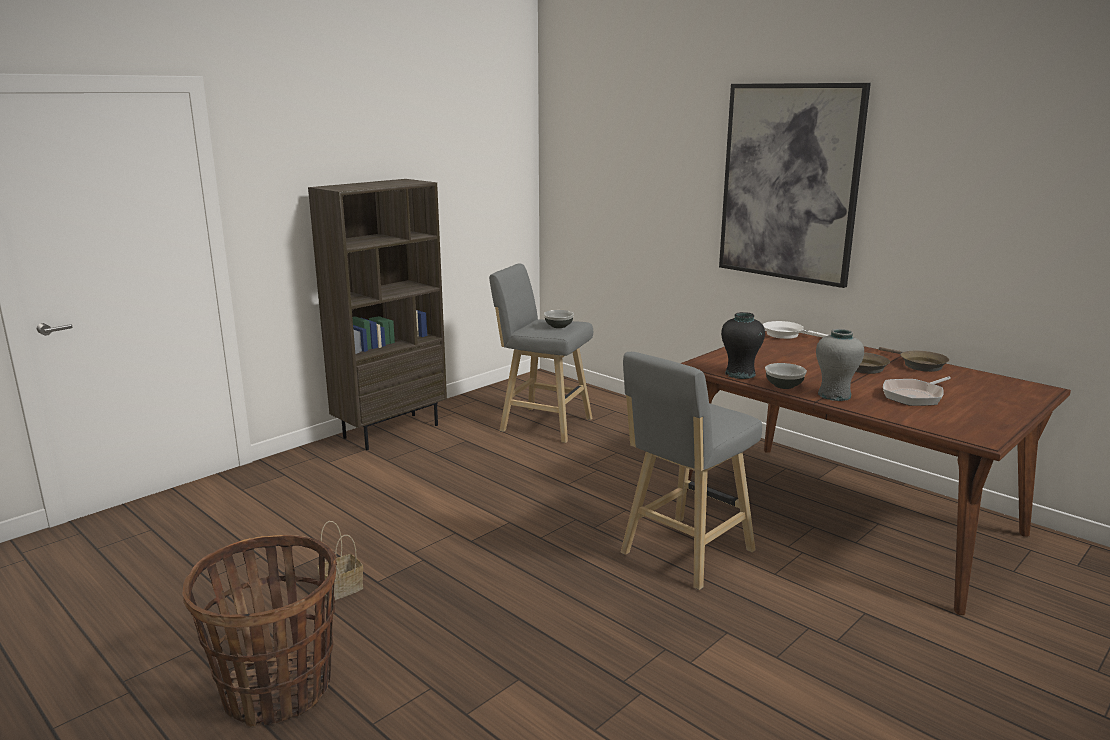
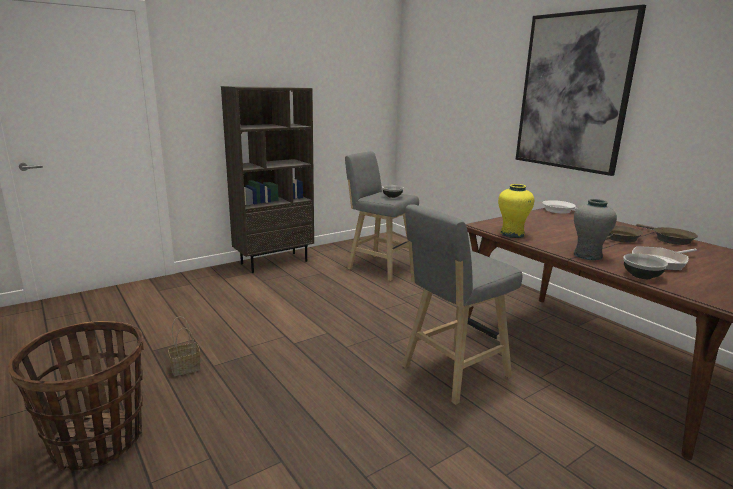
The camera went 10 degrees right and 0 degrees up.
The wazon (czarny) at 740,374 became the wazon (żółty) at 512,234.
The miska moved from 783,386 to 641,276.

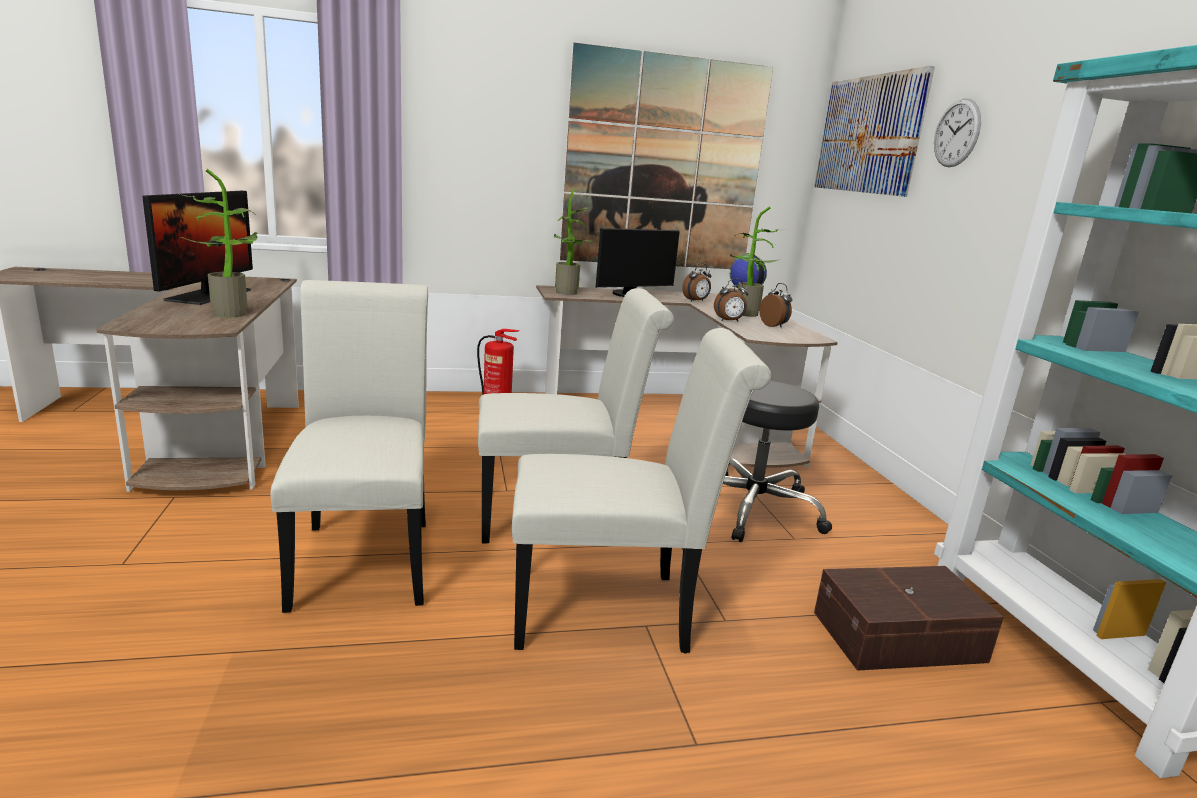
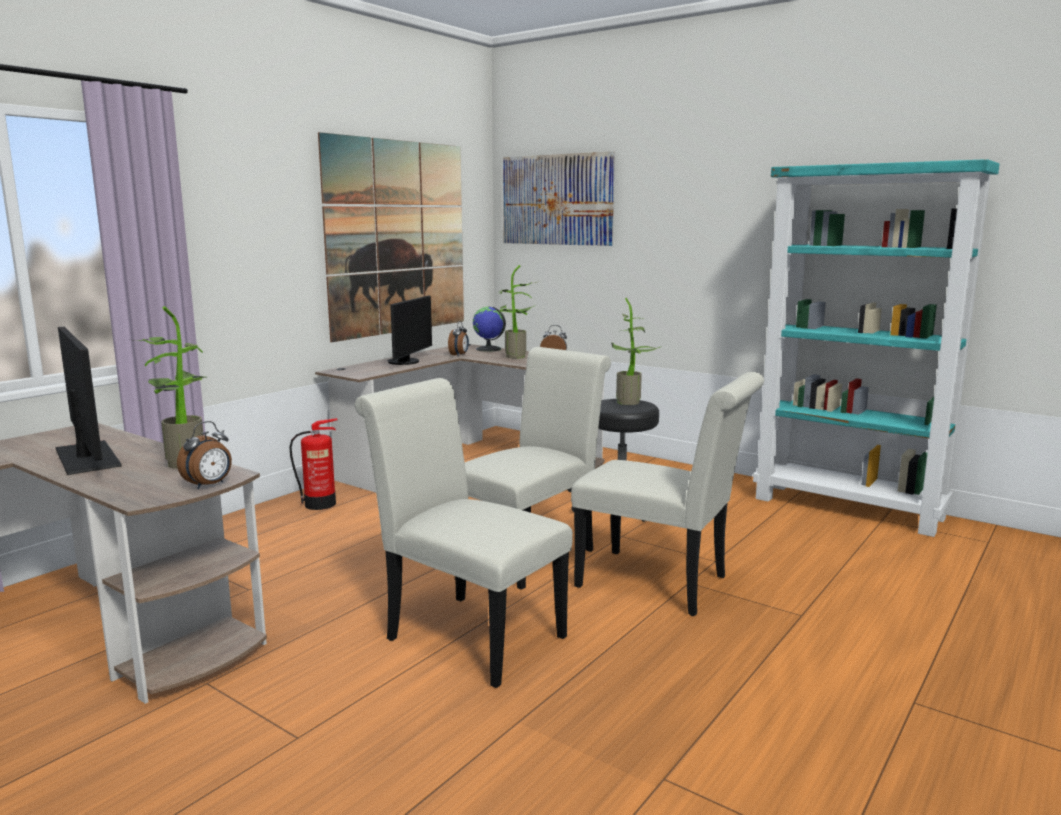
The camera went 40 degrees left and 5 degrees down.
The budzik moved from 729,321 to 209,485.
The krzesło (biały) at 613,610 turned 75 degrees clockwise.
The roślina doniczkowa moved from 569,293 to 632,402.
The pojemnik do przechowywania (brązowy) at 900,638 disappeared.
The zegar ścienny at 956,133 disappeared.

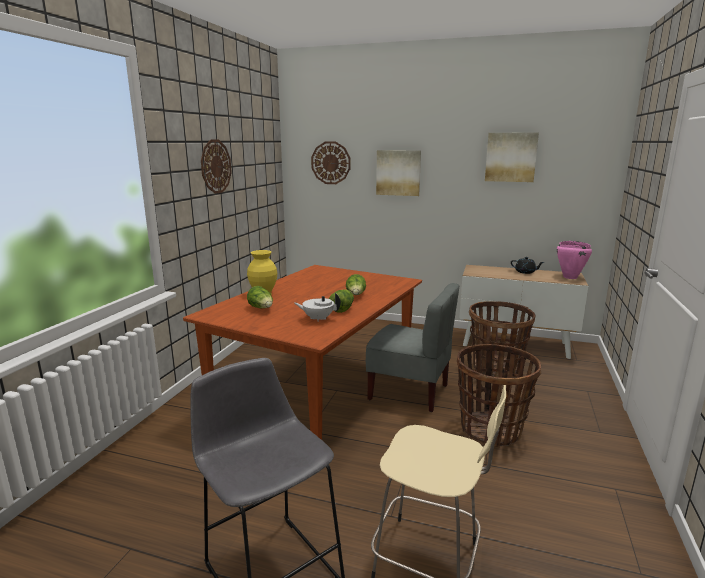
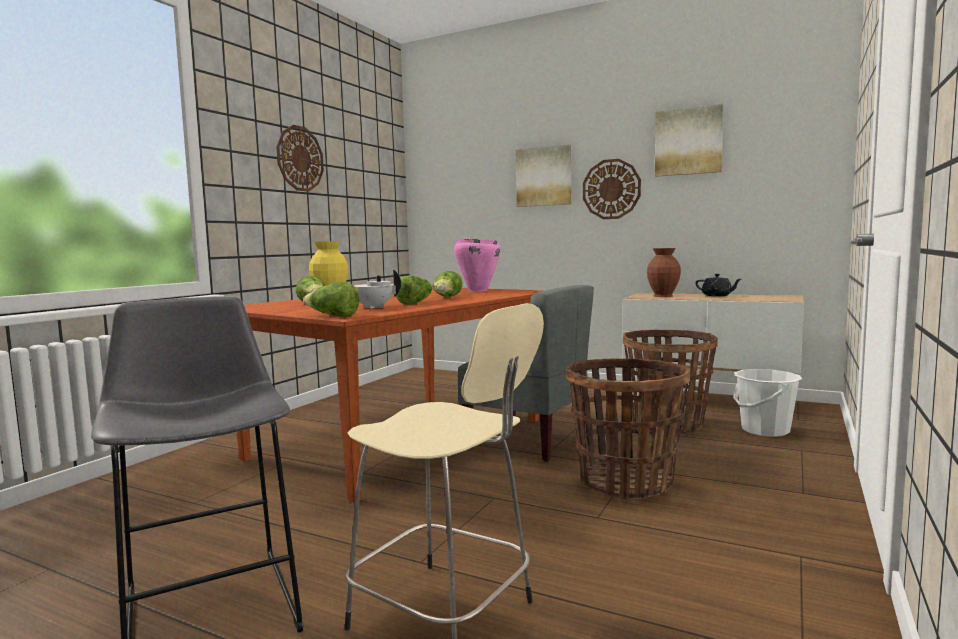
The camera went 10 degrees right and 10 degrees down.
The sałata at 332,316 appeared.
The garnek (różowy) moved from 569,277 to 477,290.
The zegar ścienny moved from 330,163 to 611,189.
The wazon (brązowy) at 663,296 appeared.
The wiadro (biały) at 764,430 appeared.

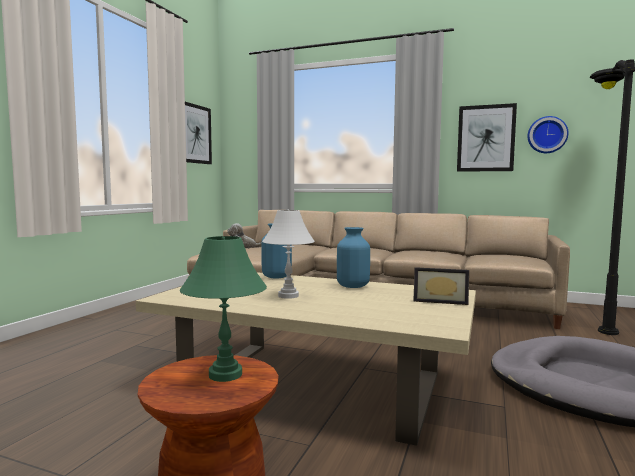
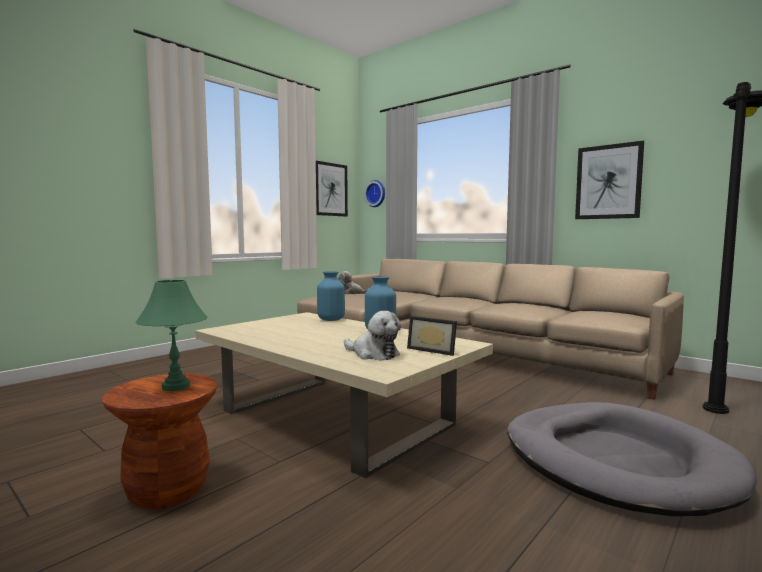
The camera went 20 degrees right and 0 degrees up.
The pluszak at 373,354 appeared.
The zegar ścienny moved from 547,135 to 376,193.
The lampa stołowa (biały) at 288,296 disappeared.

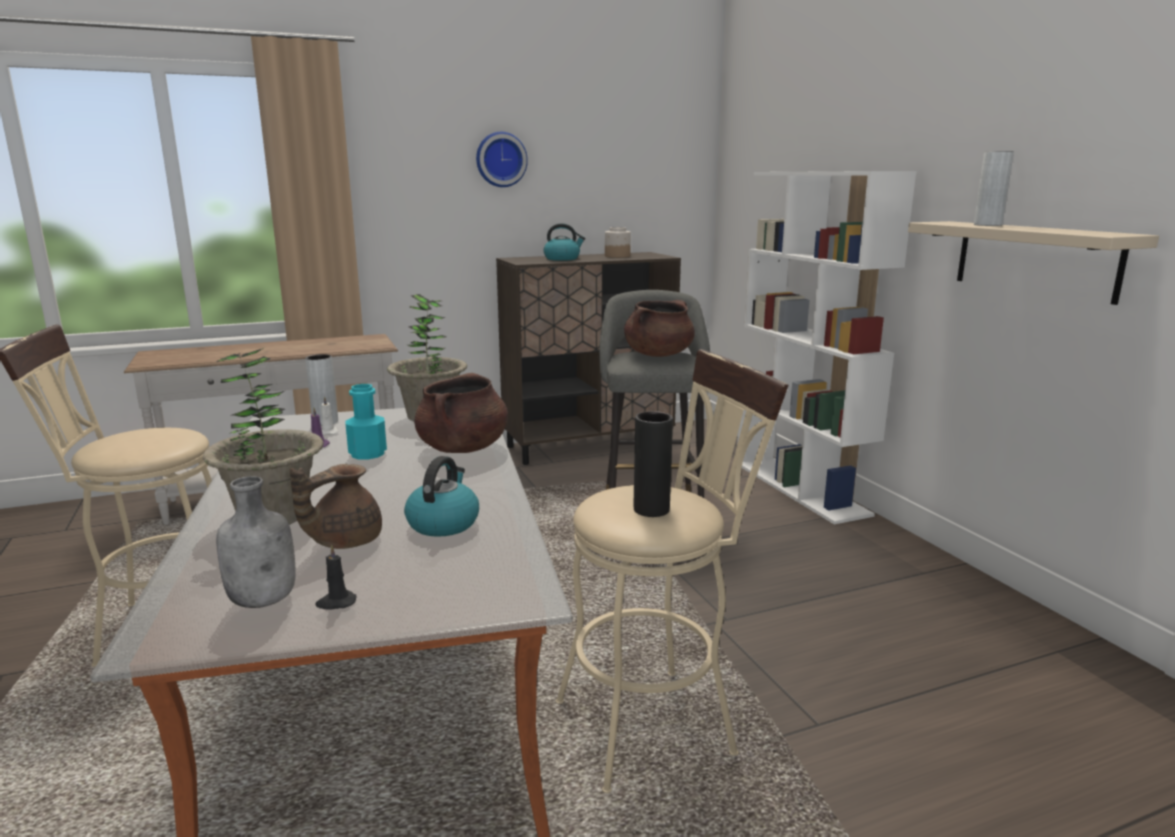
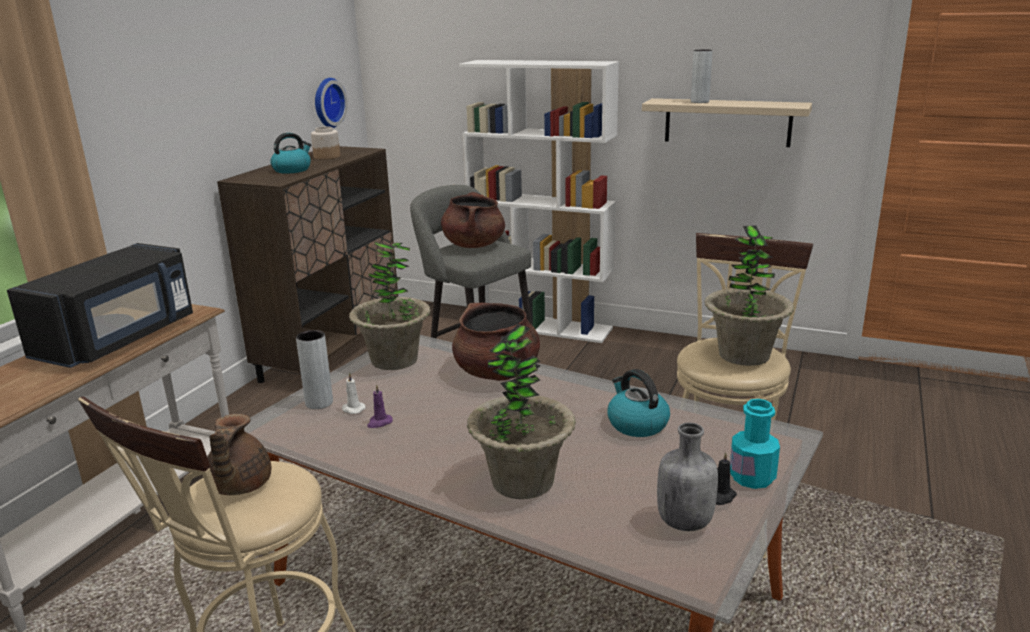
The camera went 45 degrees left and 5 degrees up.
The mikrofalówka (czarny) at 120,339 appeared.
The imbryk (brązowy) moved from 343,541 to 238,486.
The zegar ścienny moved from 500,159 to 327,102.
The wazon (czarny) at 651,510 was replaced by the roślina doniczkowa at 744,355.
The butelka (turkusowy) moved from 367,453 to 752,477.

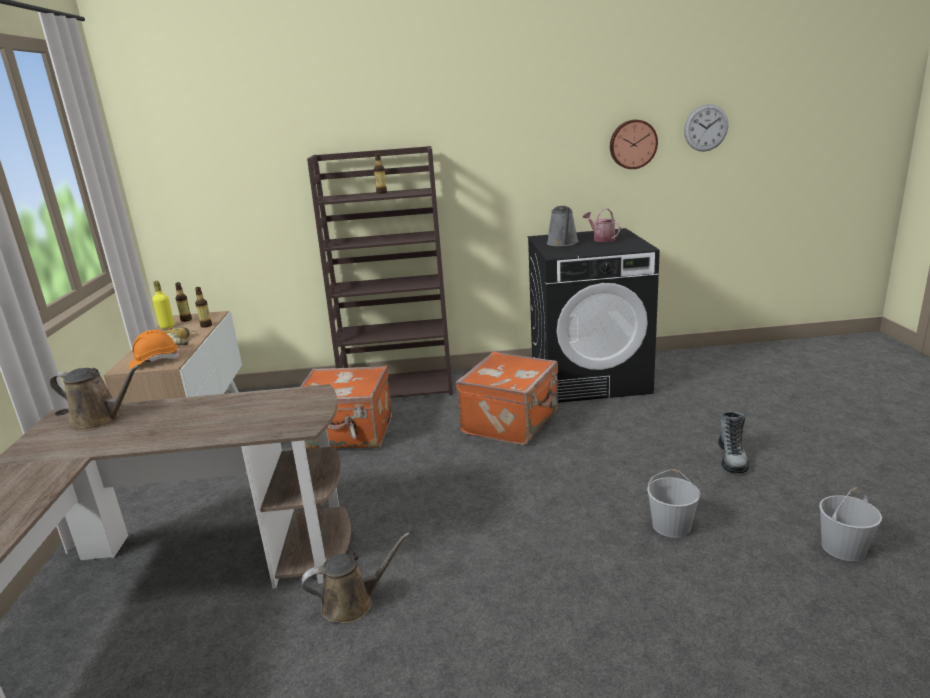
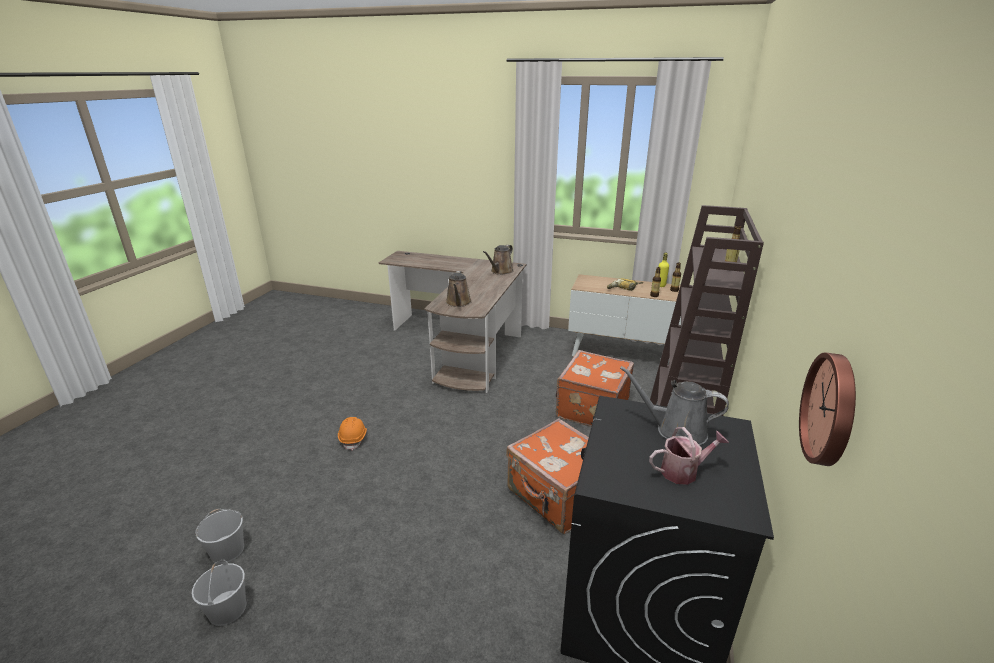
The camera went 110 degrees right and 5 degrees up.
The wiadro (biały) moved from 672,526 to 227,551.
The kask (pomarańczowy) moved from 154,361 to 353,438.
The konewka (brązowy) moved from 352,603 to 458,303.
The zegar ścienny at 706,128 disappeared.
The but z cholewką at 732,459 disappeared.

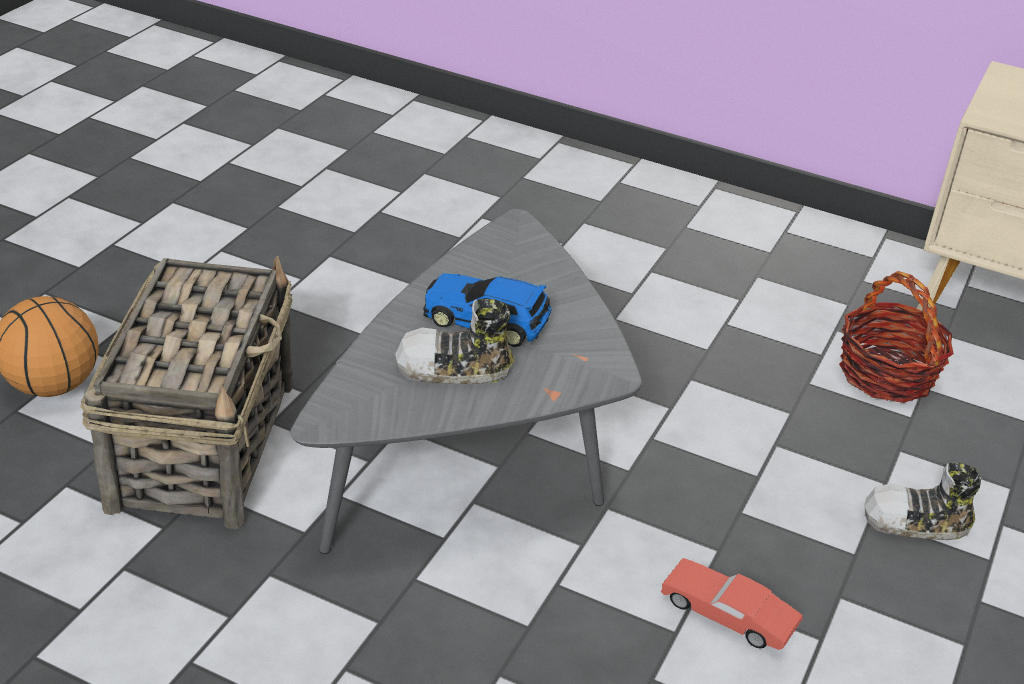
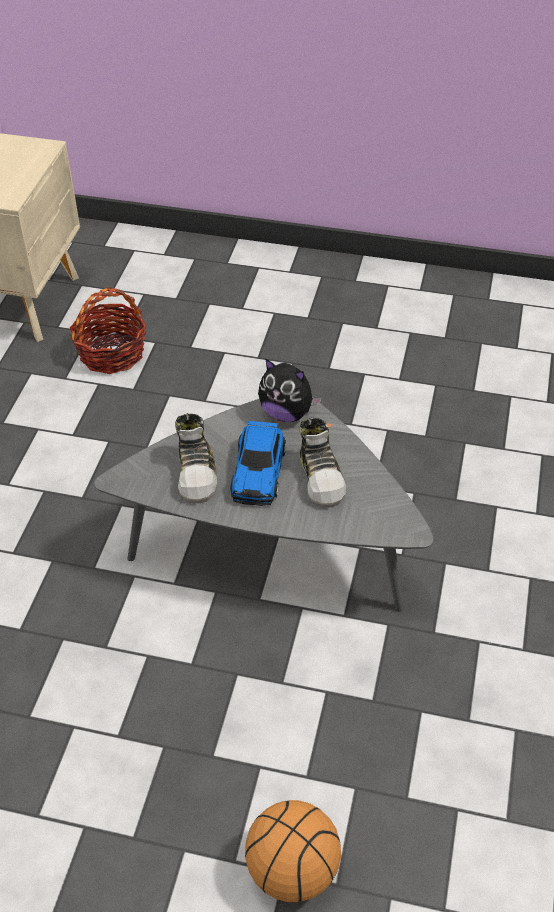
The camera went 100 degrees left and 10 degrees up.
The but moved from 917,522 to 197,473.
The pluszak at 287,413 appeared.
The koszyk at 205,443 disappeared.
The samochodzik (czerwony) at 728,616 disappeared.

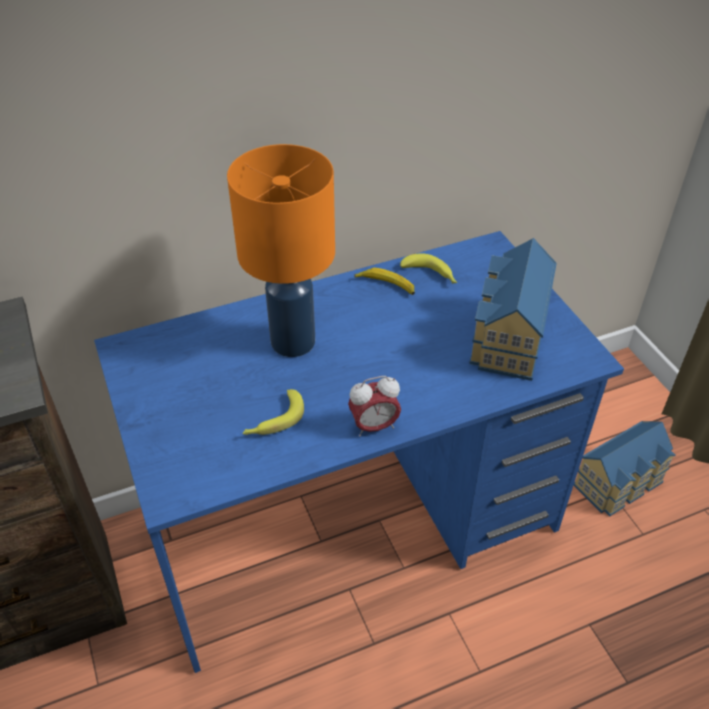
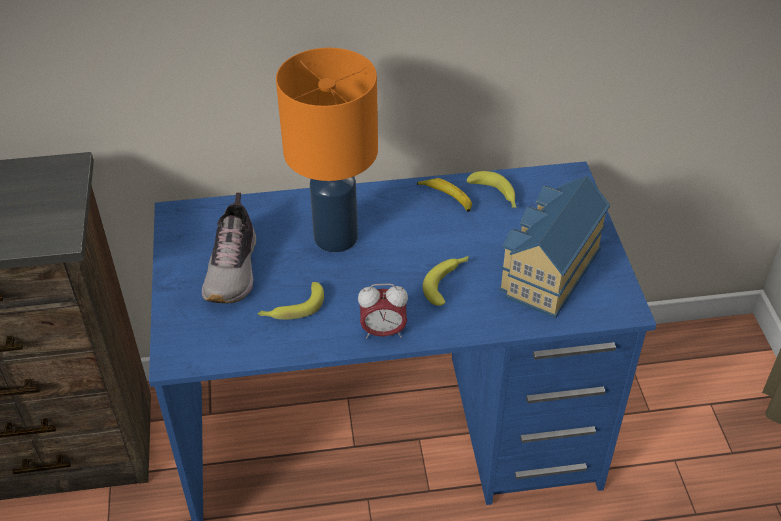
The camera went 15 degrees right and 0 degrees up.
The but at 234,269 appeared.
The banan at 448,282 appeared.
The domek at 621,483 disappeared.

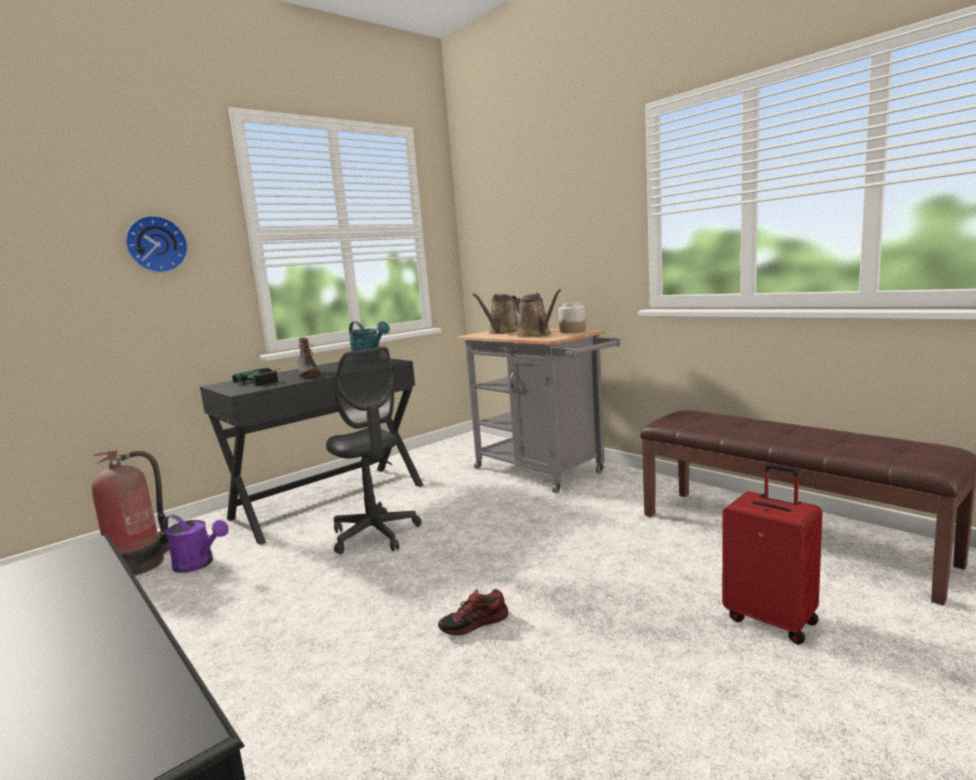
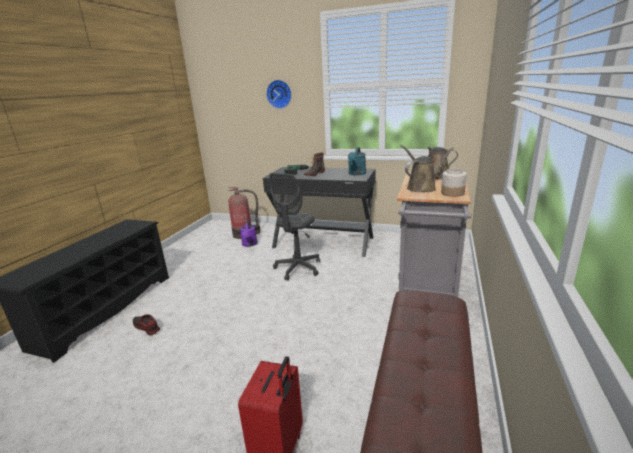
The camera went 60 degrees right and 10 degrees up.
The but moved from 474,624 to 146,328.
The konewka (brązowy) at 536,335 turned 150 degrees counterclockwise.

